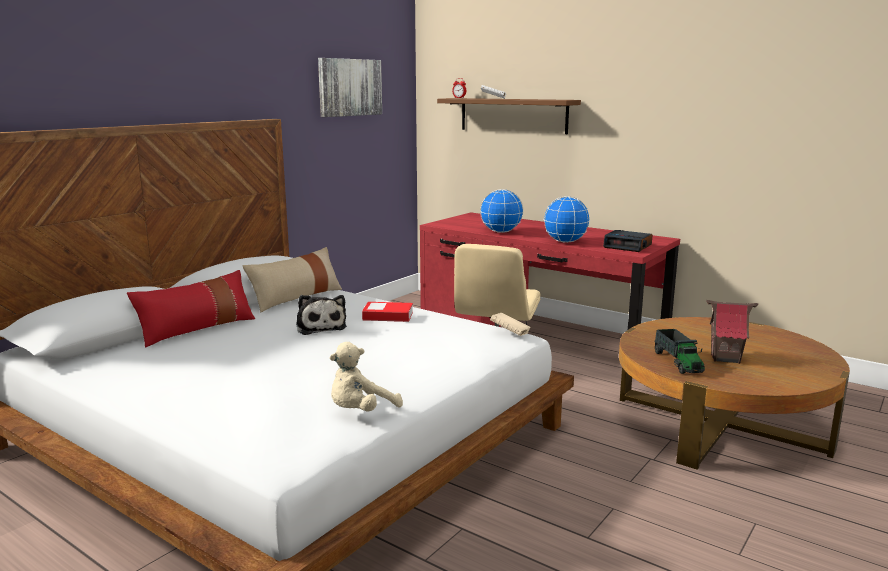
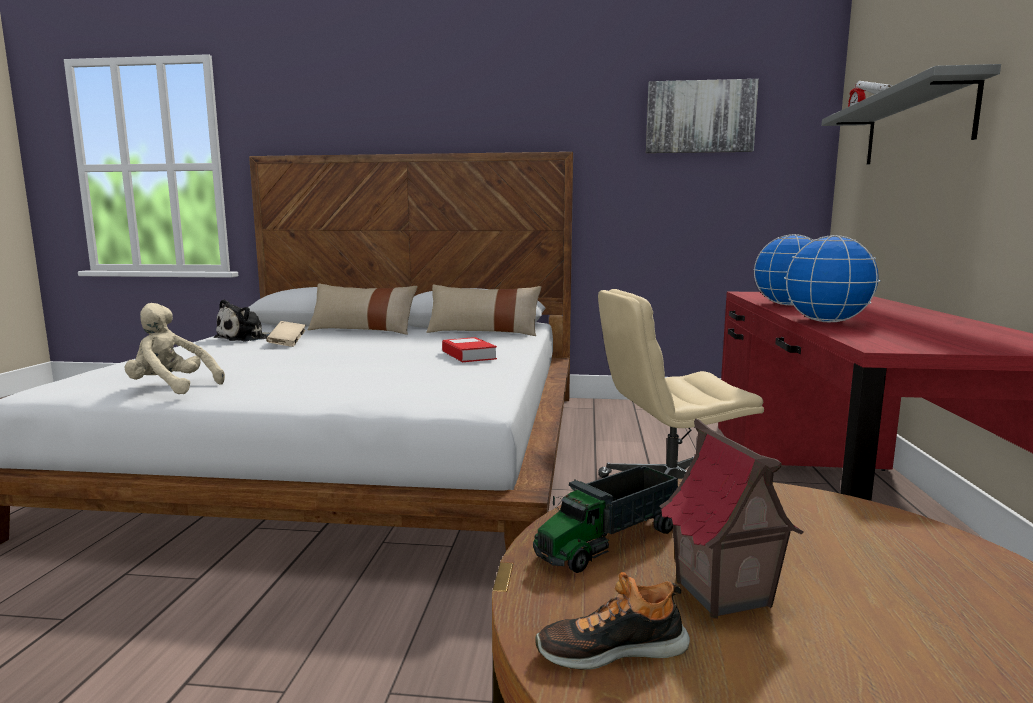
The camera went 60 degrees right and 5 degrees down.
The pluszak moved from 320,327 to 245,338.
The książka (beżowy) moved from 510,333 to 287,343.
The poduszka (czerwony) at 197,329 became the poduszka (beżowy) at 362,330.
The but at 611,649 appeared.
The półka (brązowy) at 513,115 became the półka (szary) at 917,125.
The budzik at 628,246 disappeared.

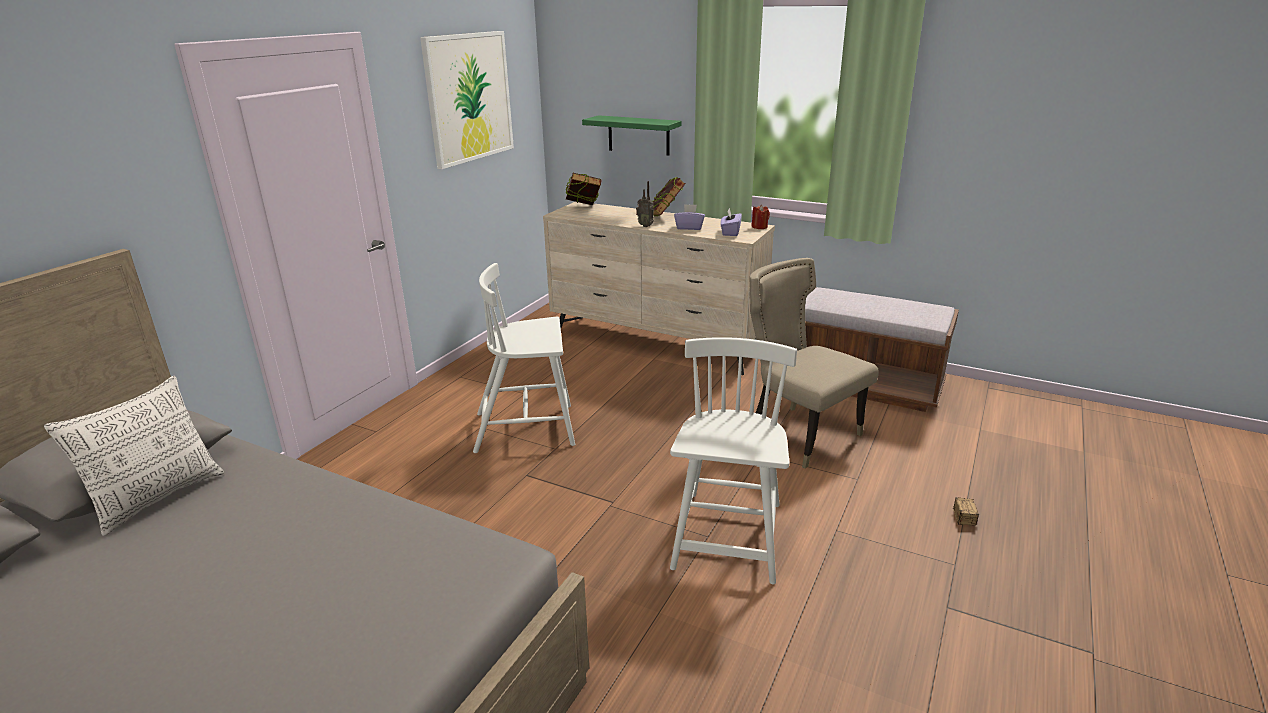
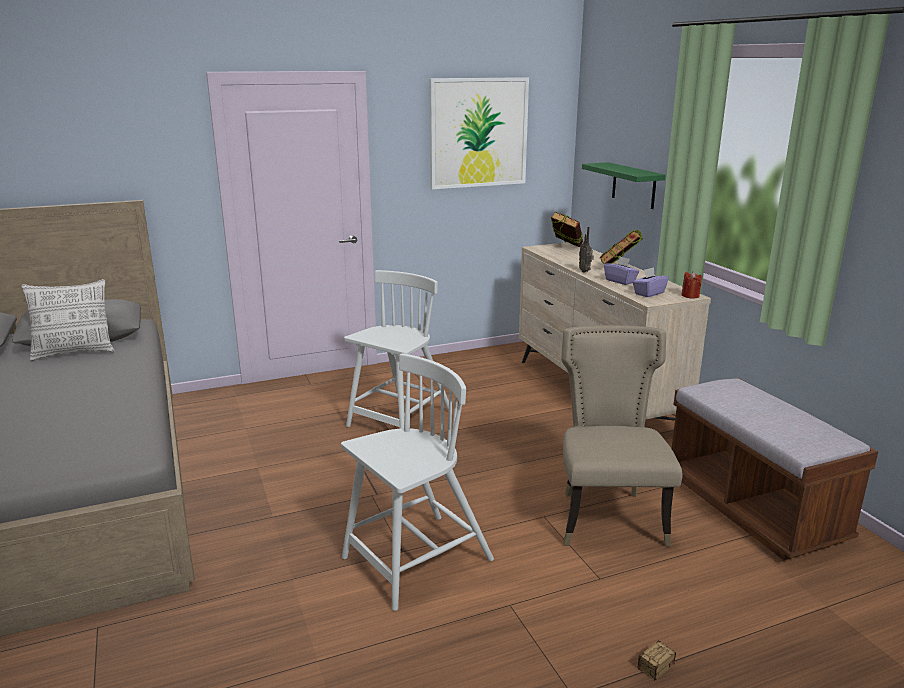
The camera went 40 degrees right and 5 degrees down.
The krzesło (biały) at 527,428 turned 90 degrees clockwise.

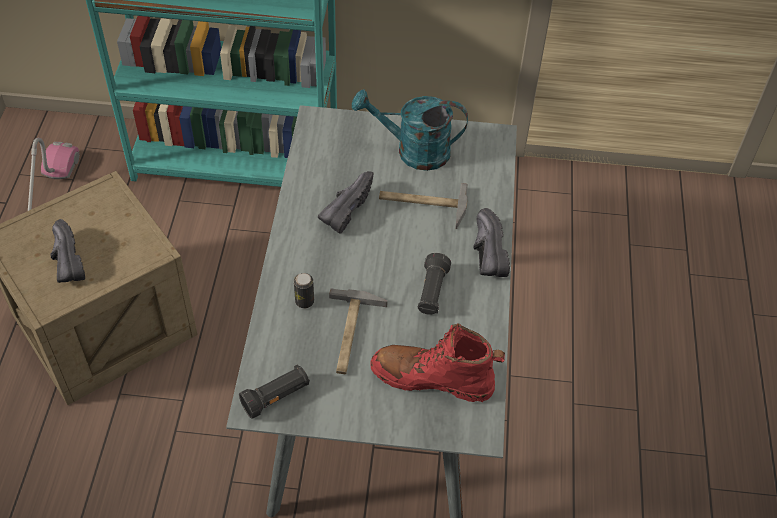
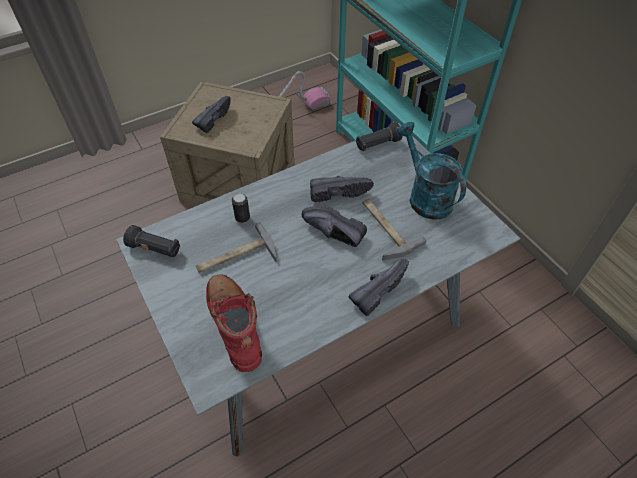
The camera went 55 degrees right and 0 degrees up.
The but (czarny) at 332,235 appeared.
The latarka (czarny) moved from 432,292 to 377,144.

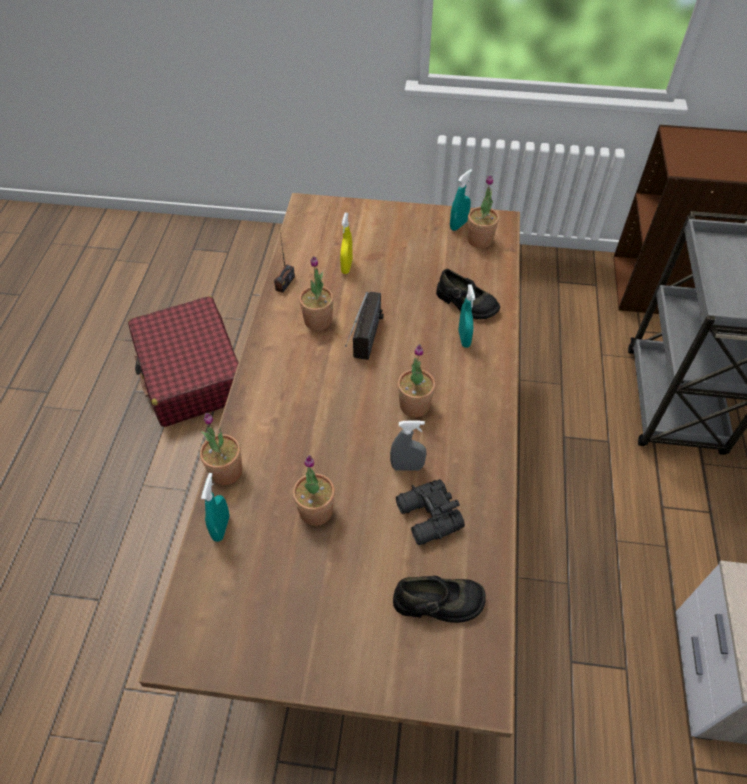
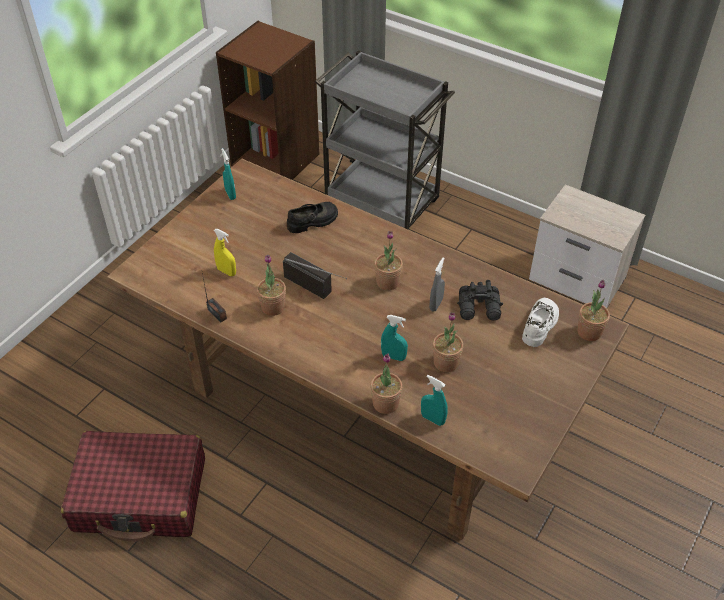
The camera went 65 degrees left and 5 degrees down.
The spryskiwacz (turkusowy) moved from 464,339 to 393,357.
The but (czarny) at 438,602 became the but (biały) at 540,325.
The roślina doniczkowa moved from 480,240 to 589,332.

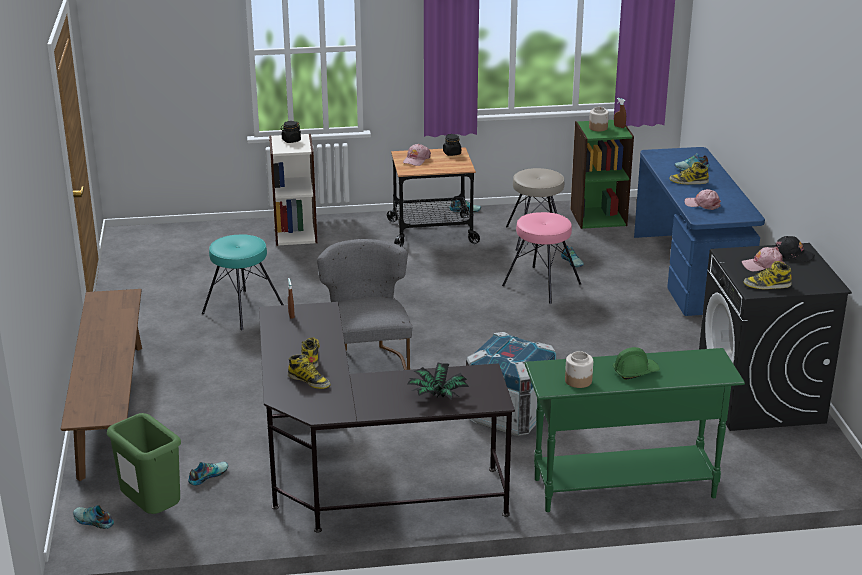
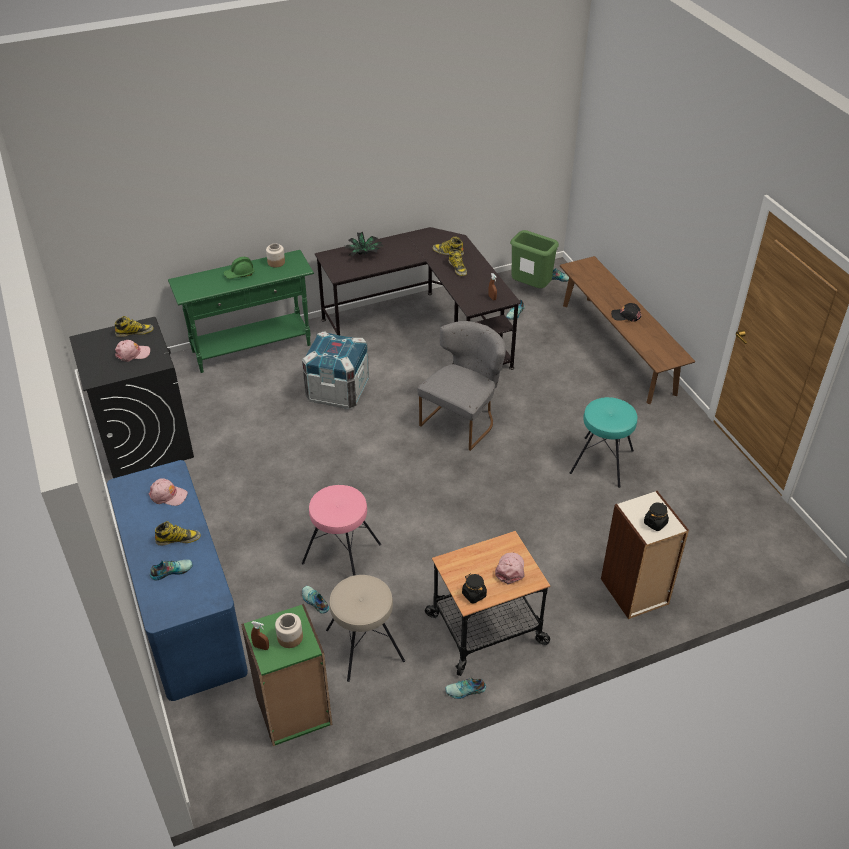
The camera went 165 degrees right and 15 degrees up.
The krzesło (szary) at 367,364 turned 120 degrees counterclockwise.
The czapka z daszkiem (czarny) moved from 793,254 to 626,315.

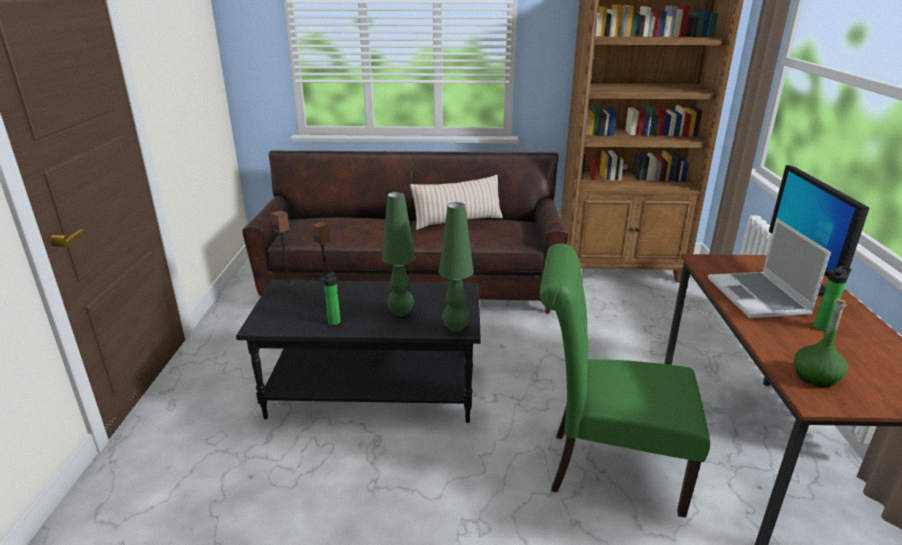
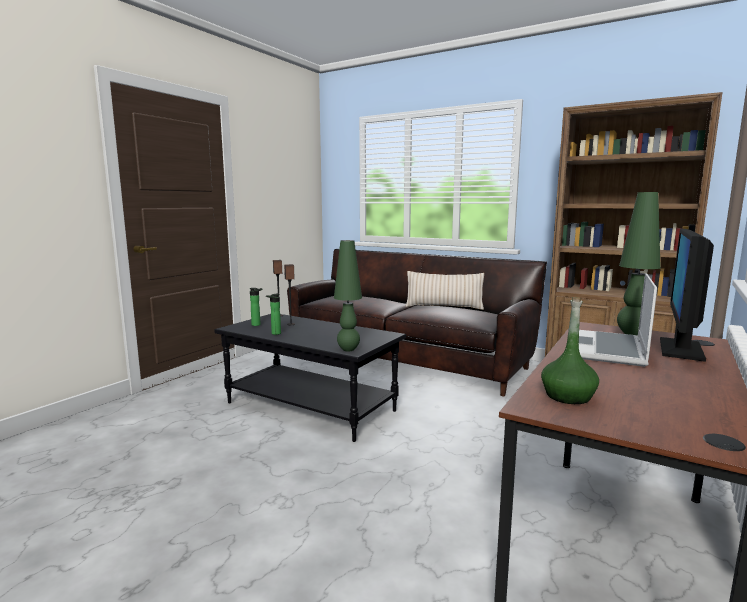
The camera went 30 degrees right and 15 degrees down.
The butelka moved from 823,326 to 257,325.
The lampa stołowa (zielony) moved from 401,313 to 631,334.
The krzesło (zielony) at 605,469 disappeared.

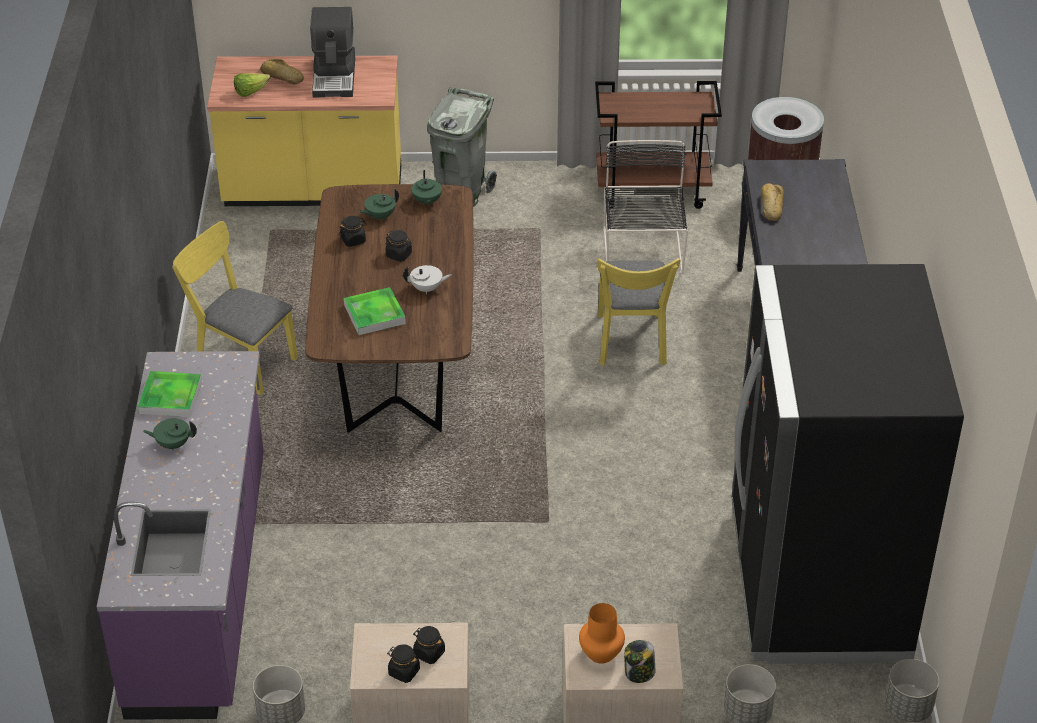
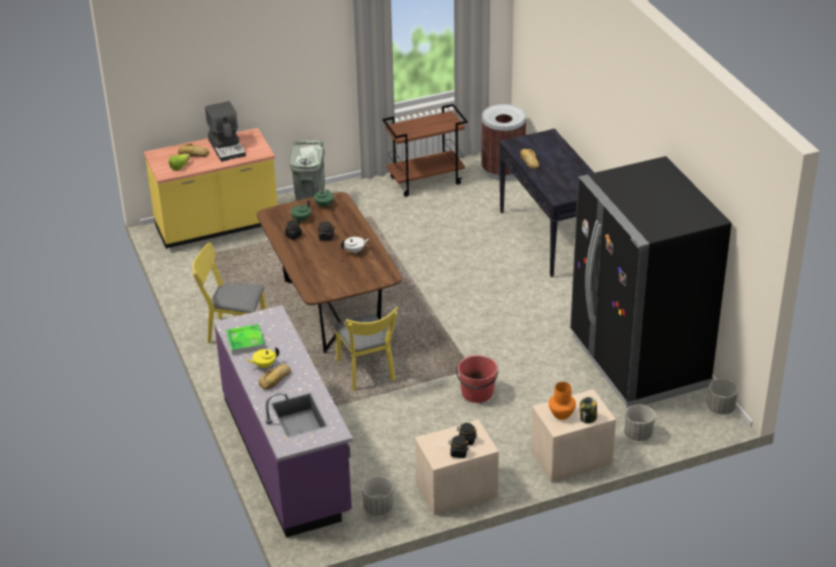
The camera went 20 degrees left and 5 degrees down.
The imbryk (zielony) at 173,444 became the imbryk (żółty) at 264,365.
The chleb at 276,379 appeared.
The krzesło (żółty) moved from 631,344 to 367,373.
The wiadro (czerwony) at 477,393 appeared.
The taca at 374,314 disappeared.
The krzesło (czarny) at 642,253 disappeared.

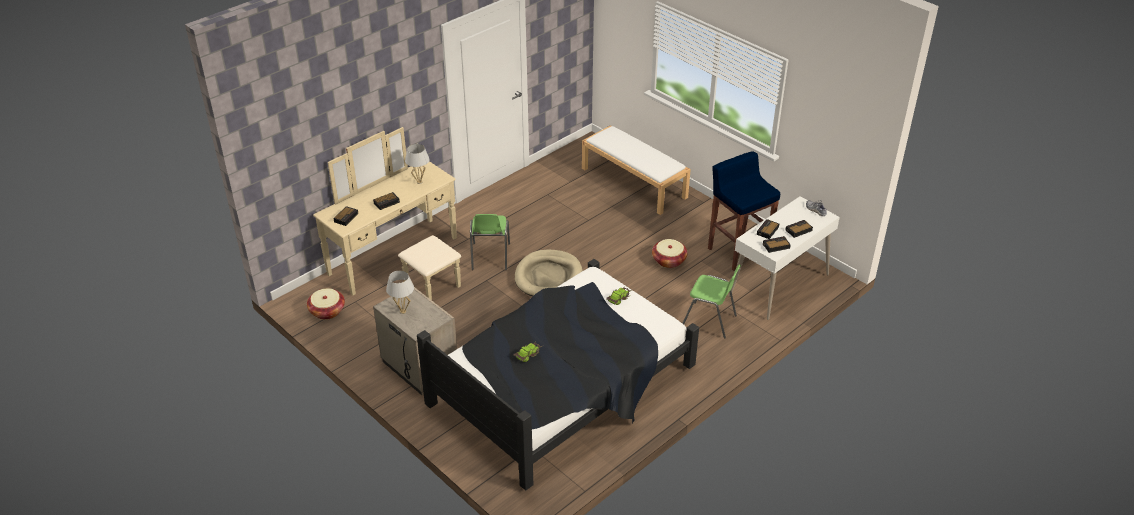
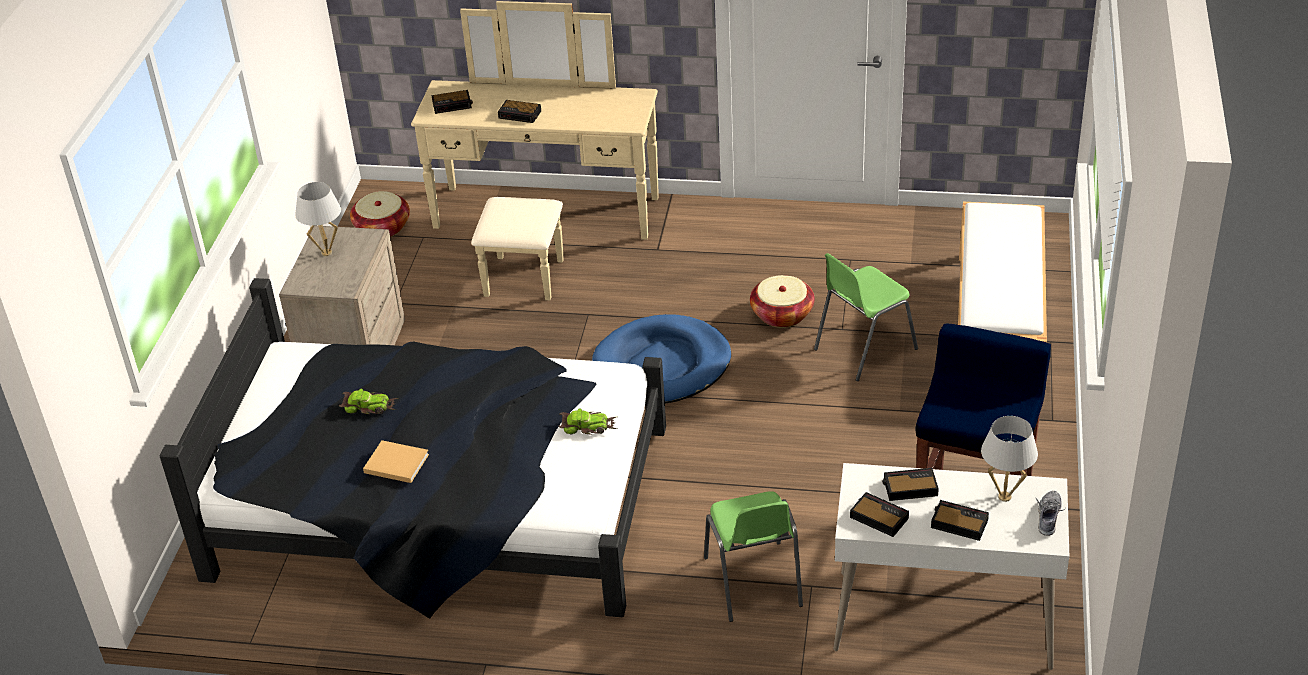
The camera went 55 degrees right and 0 degrees up.
The książka (beżowy) at 394,463 appeared.
The legowisko (beżowy) at 549,277 became the legowisko (niebieski) at 662,365.
The koszyk moved from 668,260 to 782,314.
The krzesło (zielony) moved from 490,257 to 863,349.
The lampa stołowa (biały) moved from 419,182 to 1004,497.

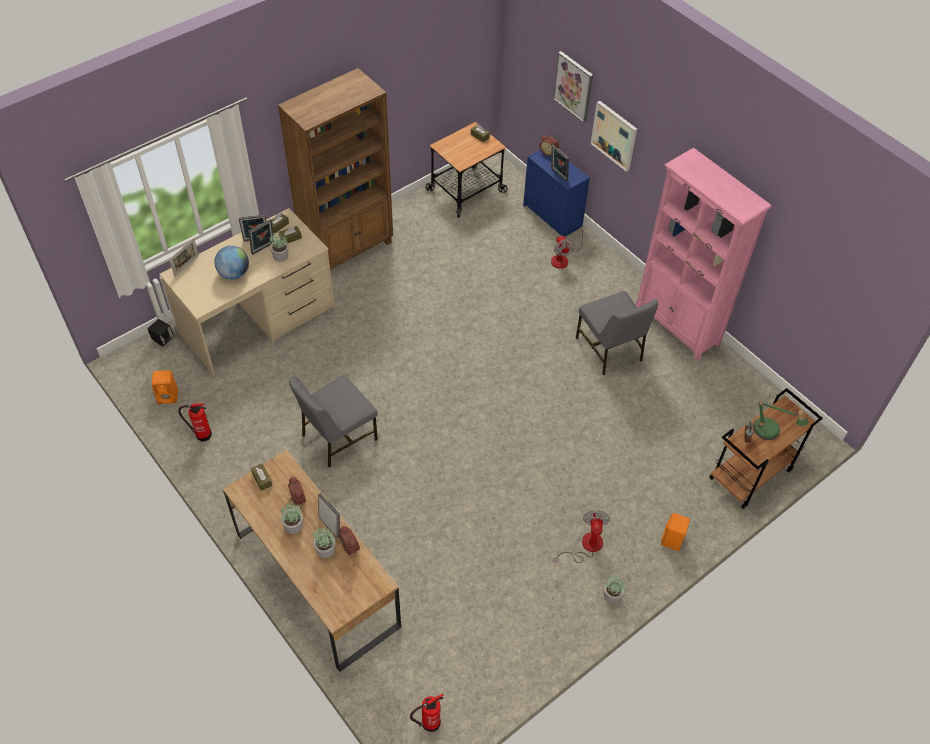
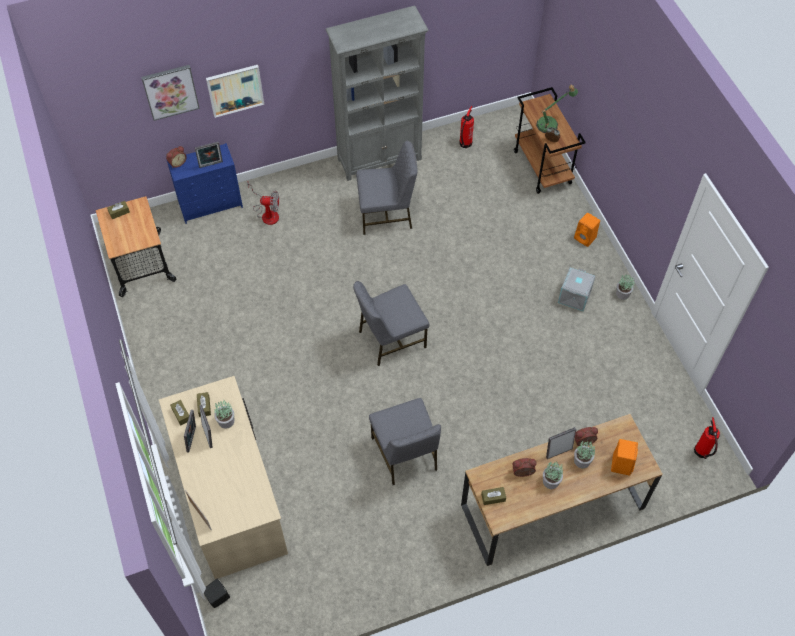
The camera went 70 degrees left and 5 degrees up.
The regał (różowy) at 677,326 became the regał (szary) at 380,159.
The krzesło (szary) at 390,339 appeared.
The gaśnica moved from 202,434 to 464,144.
The wentylator at 585,546 was replaced by the pojemnik do przechowywania (szary) at 575,297.
The głośnik (pomarańczowy) moved from 168,396 to 621,463.
The globus at 234,273 disappeared.
The regał (brązowy) at 348,249 disappeared.

